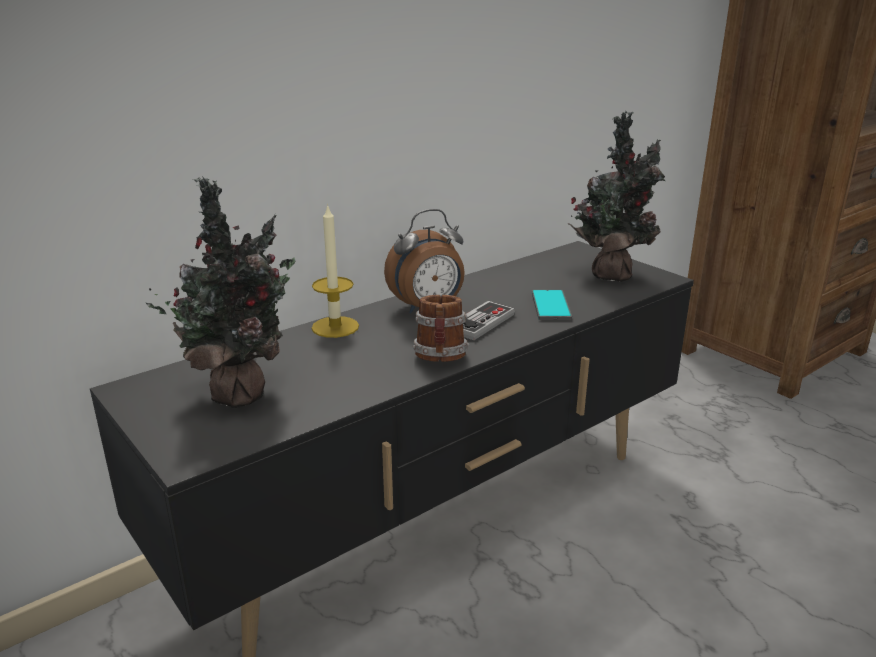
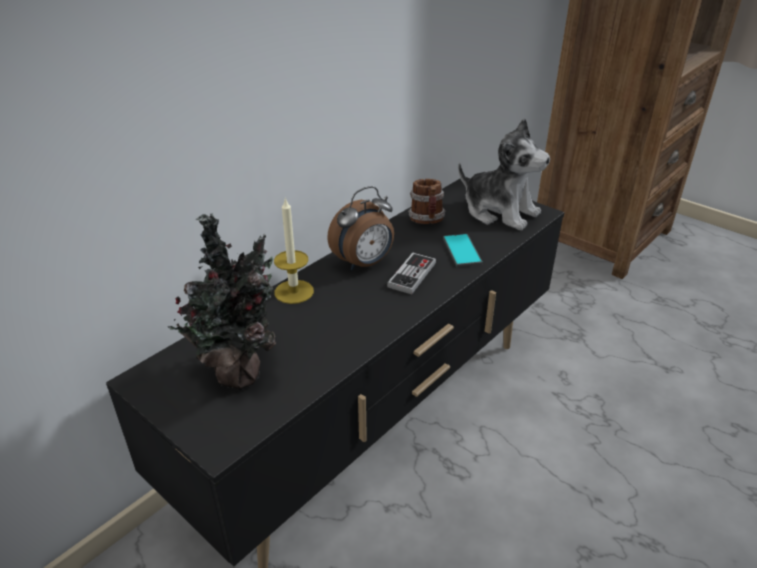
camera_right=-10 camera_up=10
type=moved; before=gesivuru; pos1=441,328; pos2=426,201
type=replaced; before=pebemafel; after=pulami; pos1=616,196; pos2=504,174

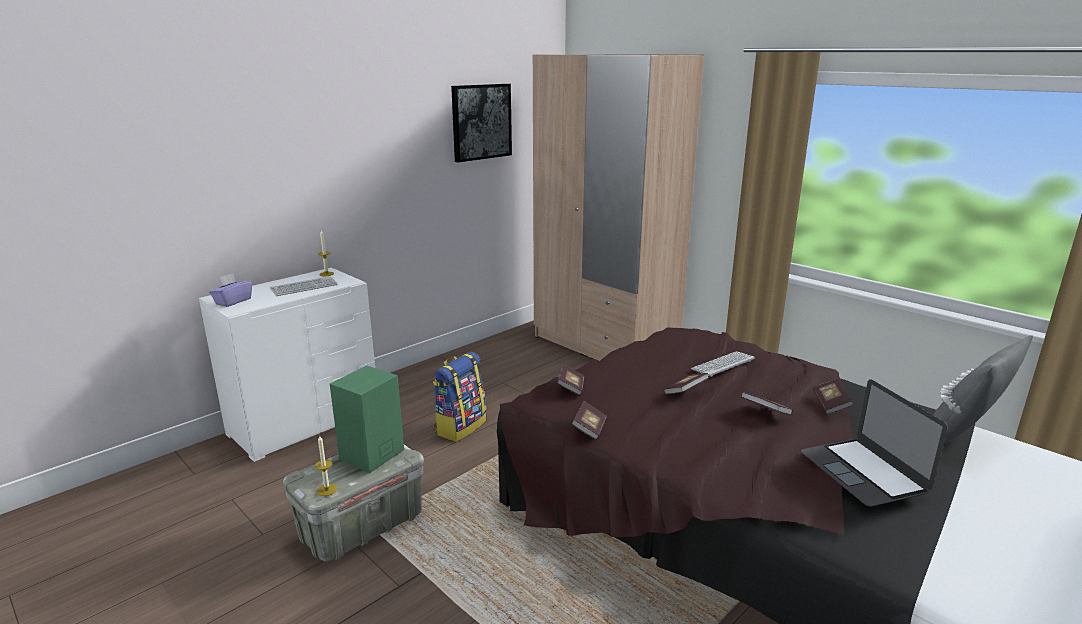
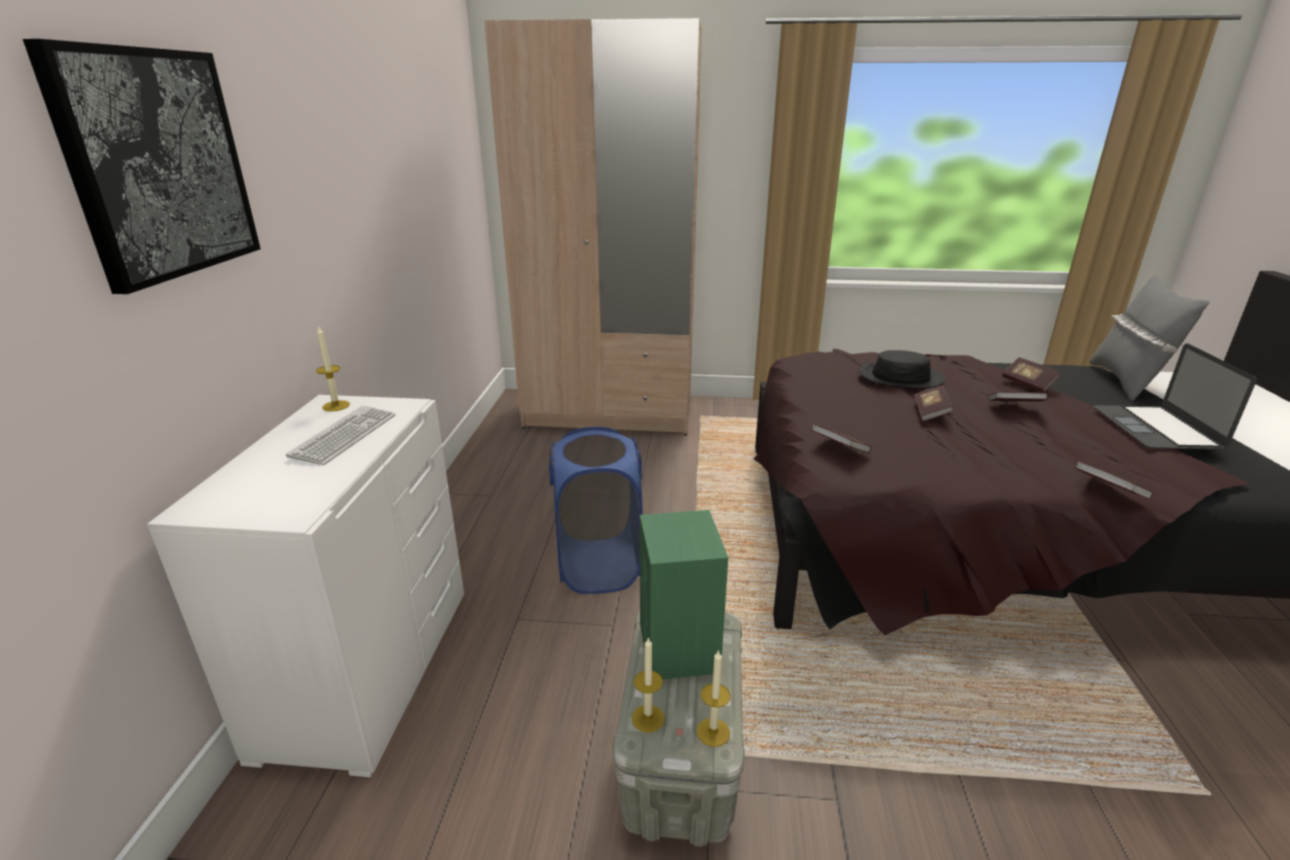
camera_right=-40 camera_up=5
type=removed; before=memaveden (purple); pos1=230,290
type=added; after=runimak; pos2=648,684
type=moved; before=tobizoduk; pos1=481,123; pos2=142,166
type=moved; before=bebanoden; pos1=589,420; pos2=1114,480
type=replaced; before=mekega; after=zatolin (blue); pos1=459,397; pos2=596,510
type=replaced; before=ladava; after=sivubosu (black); pos1=723,364; pos2=901,369
type=turned; before=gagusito; pos1=874,443; pos2=1175,396; turn=60

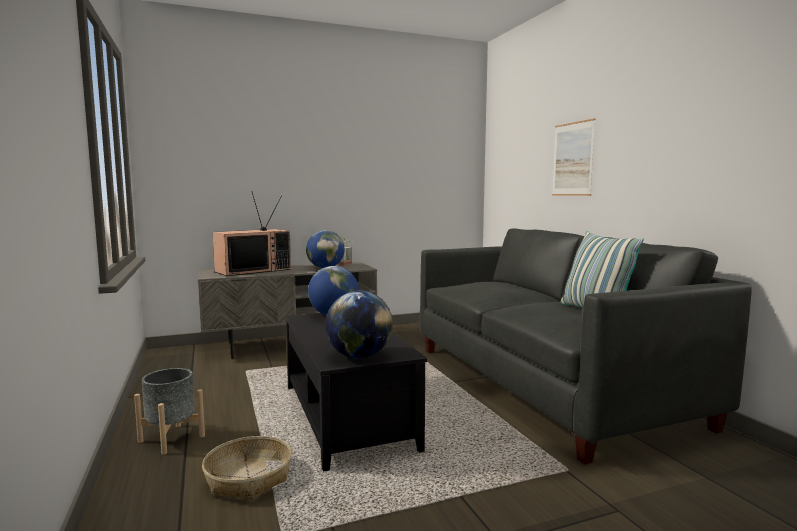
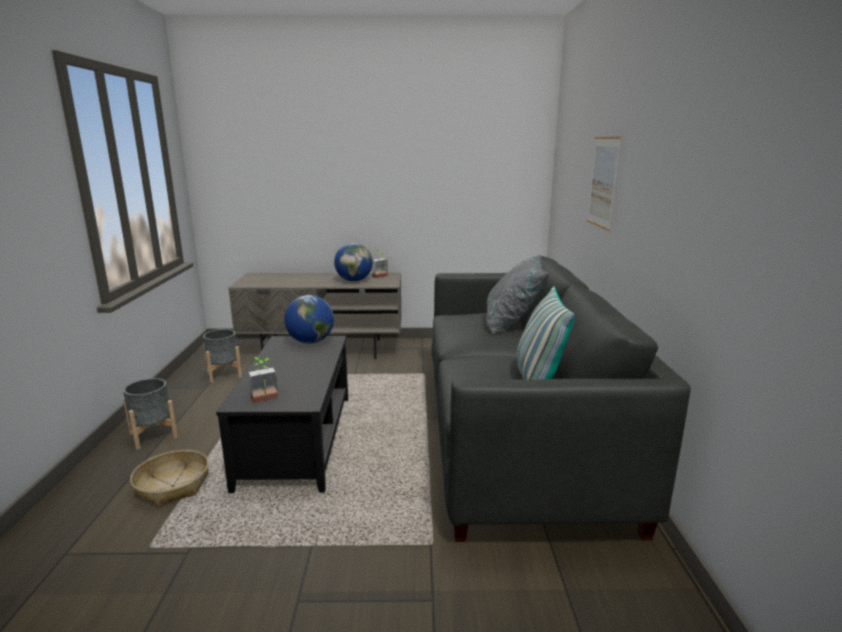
camera_right=20 camera_up=10
type=removed; before=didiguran; pos1=252,233
type=added; after=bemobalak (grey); pos2=222,356
type=added; after=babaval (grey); pos2=518,293
type=replaced; before=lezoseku; after=pebemafel; pos1=359,325; pos2=263,380

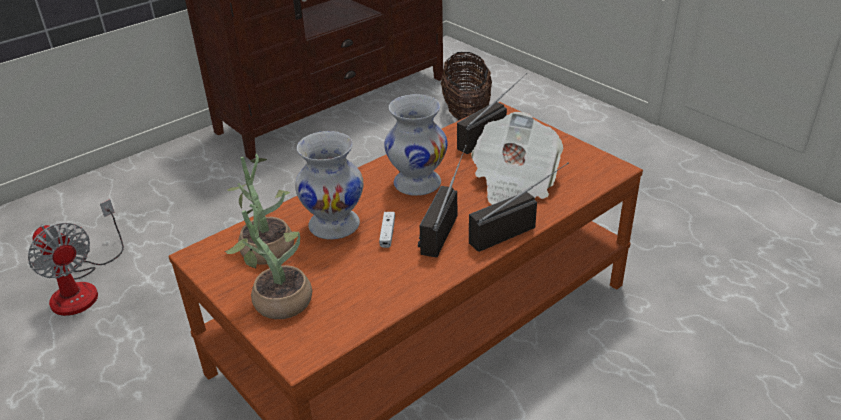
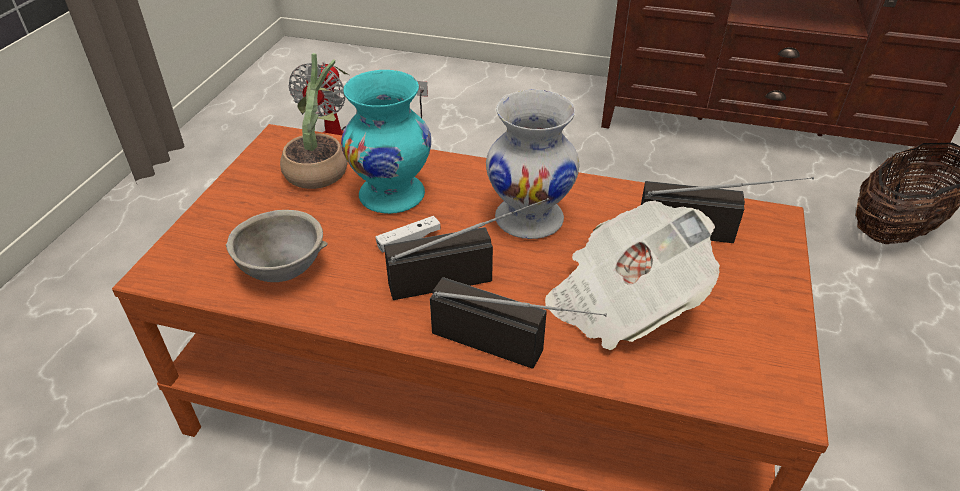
camera_right=55 camera_up=5
type=removed; before=pebemafel; pos1=268,261
type=added; after=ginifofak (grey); pos2=277,246
type=recoloured; before=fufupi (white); after=fufupi (turquoise); pos1=329,185; pos2=386,142

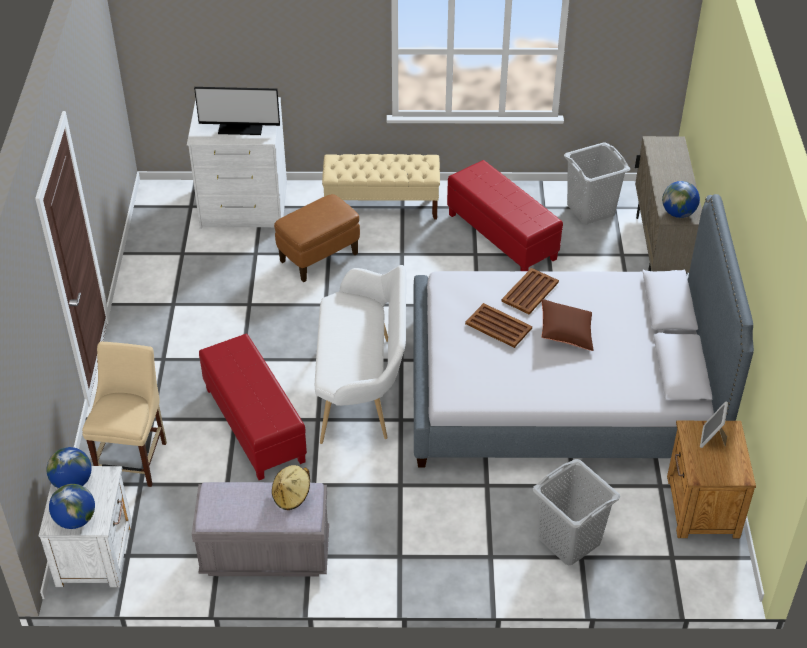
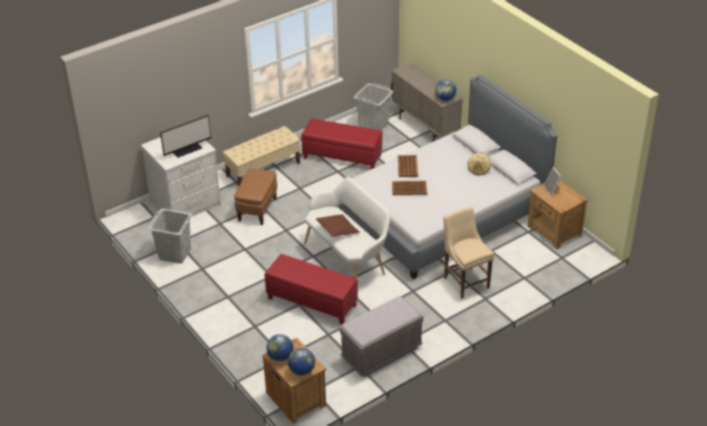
camera_right=-35 camera_up=-5
type=moved; before=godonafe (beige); pos1=124,414; pos2=468,253
type=moved; before=sivubosu (beige); pos1=291,487; pos2=479,163
type=moved; before=zatolin (grey); pos1=576,512; pos2=170,235
type=moved; before=babaval (brown); pos1=567,325; pos2=338,225
type=recoloured; before=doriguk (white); after=doriguk (brown); pos1=85,526; pos2=294,381

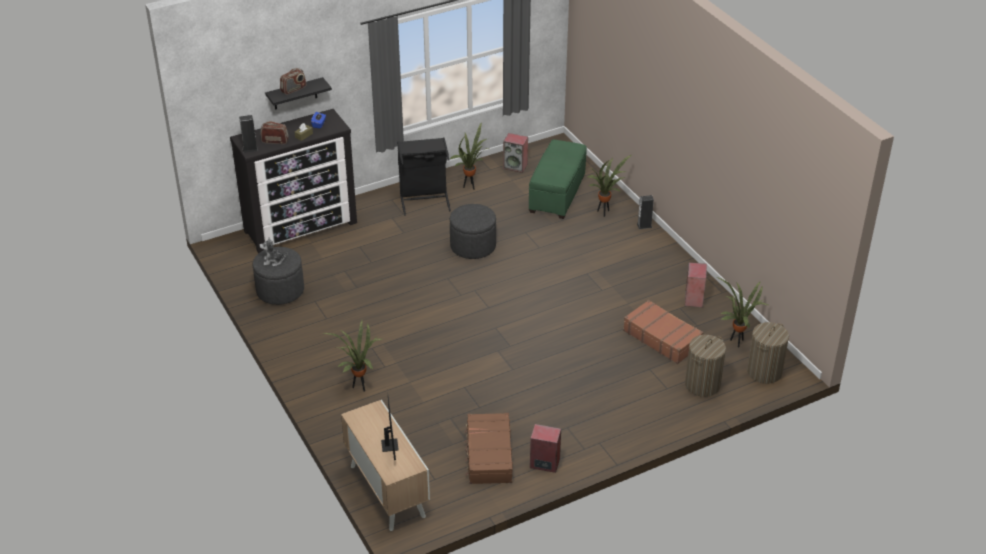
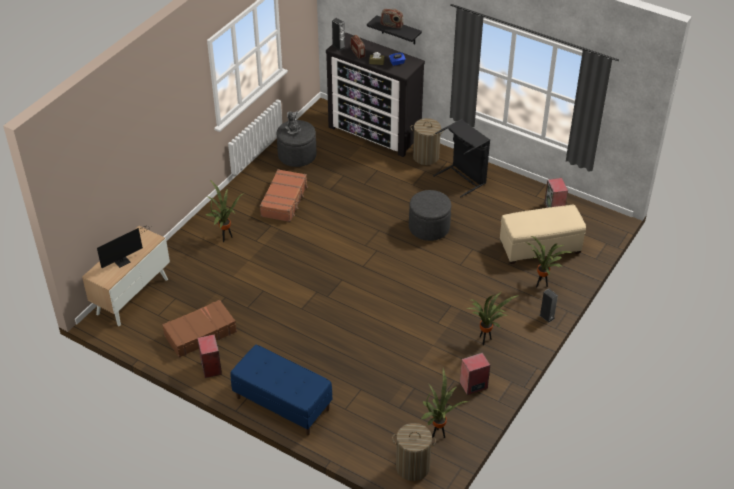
camera_right=60 camera_up=5
type=added; after=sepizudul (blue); pos2=281,390
type=moved; before=pebemafel; pos1=470,156; pos2=493,318
type=moved; before=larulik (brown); pos1=663,332; pos2=284,195
type=moved; before=zatolin; pos1=705,366; pos2=427,141
type=recoloured; before=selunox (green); after=selunox (beige); pos1=558,179; pos2=543,234

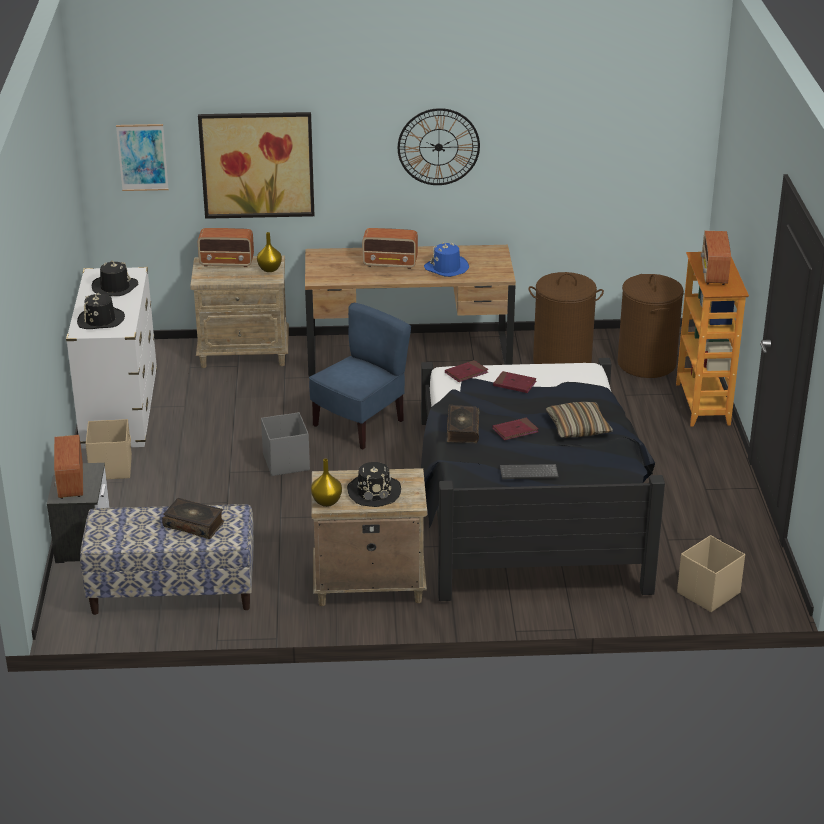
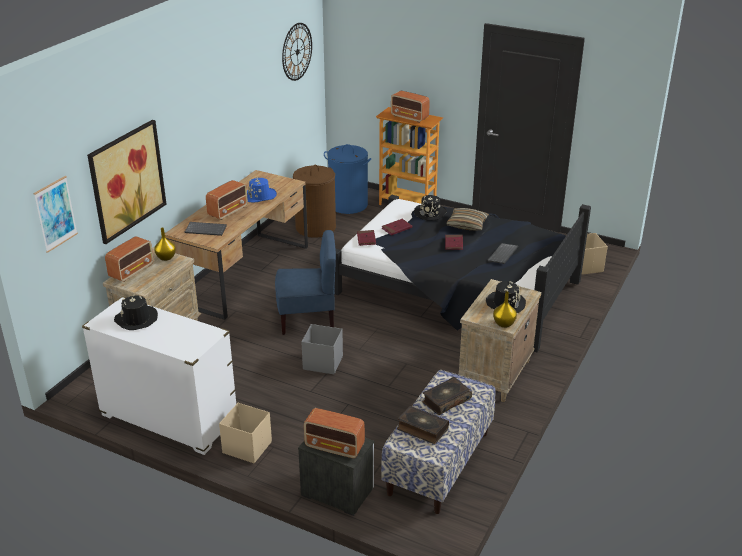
camera_right=-60 camera_up=0
type=added; after=ladava; pos2=206,229
type=moved; before=sivubosu (black); pos1=101,311; pos2=430,207
type=moved; before=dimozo; pos1=439,146; pos2=297,52
type=moved; before=bebanoden; pos1=463,424; pos2=423,425
type=recoloured; before=zatolin (brown); after=zatolin (blue); pos1=651,326; pos2=347,179
type=turned; before=godonafe (blue); pos1=360,376; pos2=305,282; turn=105

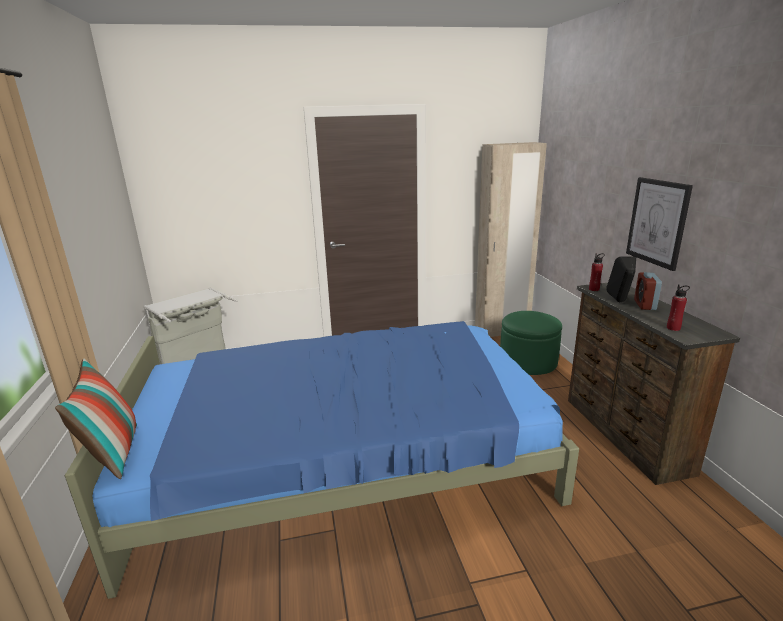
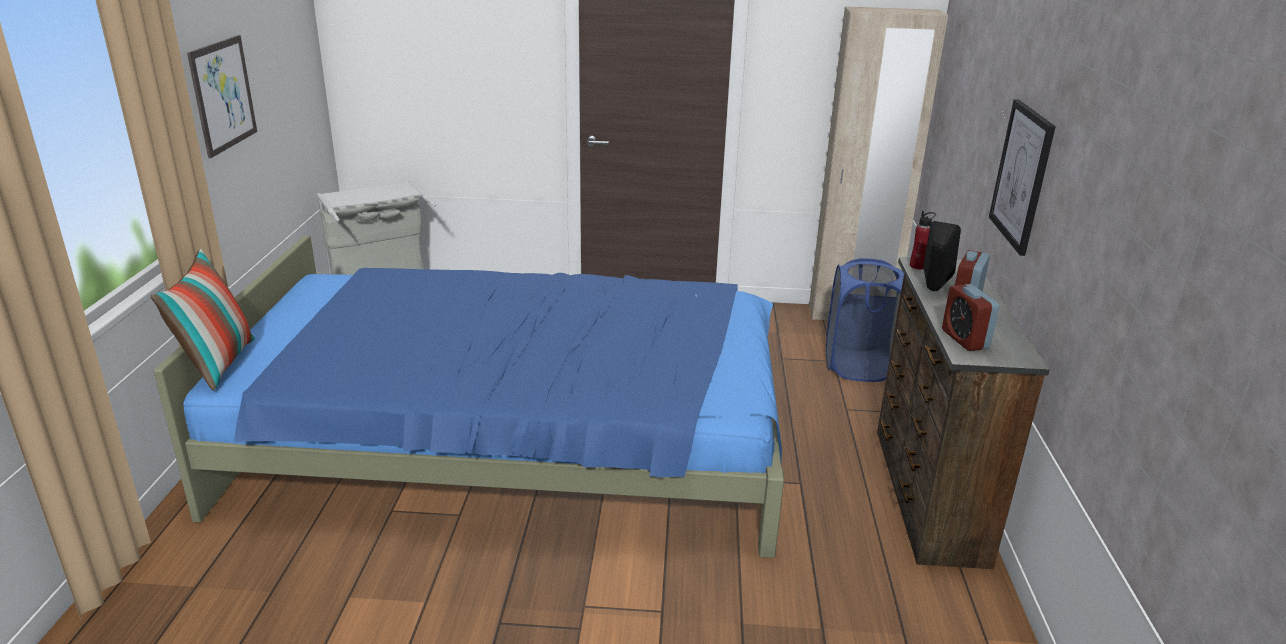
camera_right=15 camera_up=5
type=added; after=tobizoduk; pos2=222,96
type=replaced; before=selunox (green); after=zatolin (blue); pos1=531,343; pos2=865,320
type=replaced; before=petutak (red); after=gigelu; pos1=678,307; pos2=970,317

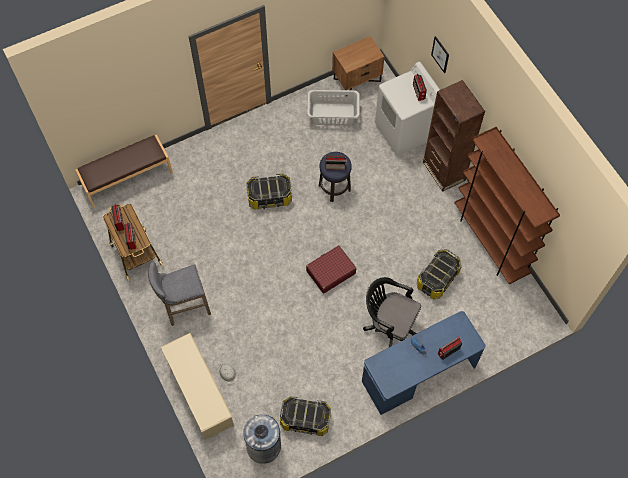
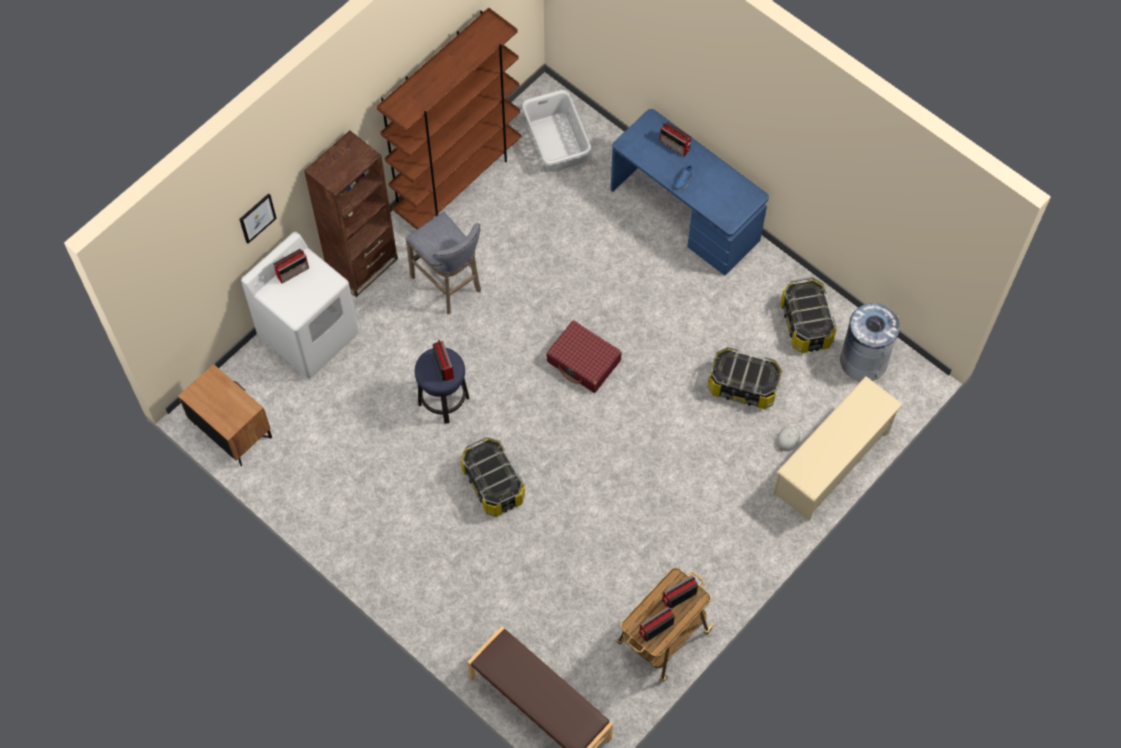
camera_right=-110 camera_up=0
type=removed; before=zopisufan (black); pos1=392,312
type=moved; before=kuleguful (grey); pos1=179,293; pos2=443,263
type=moved; before=zatolin (grey); pos1=333,107; pos2=556,131
type=moved; before=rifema; pos1=439,274; pos2=745,378

